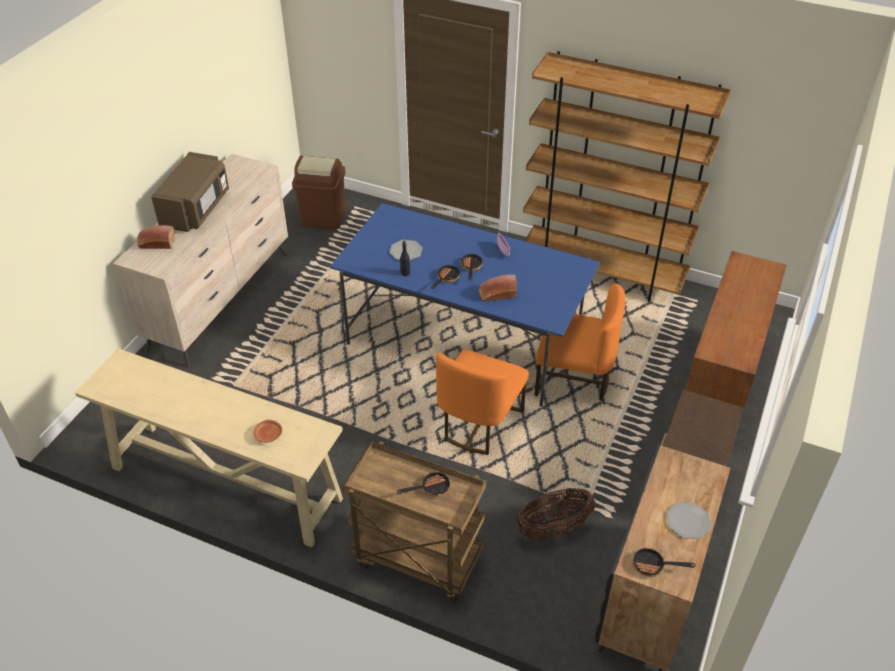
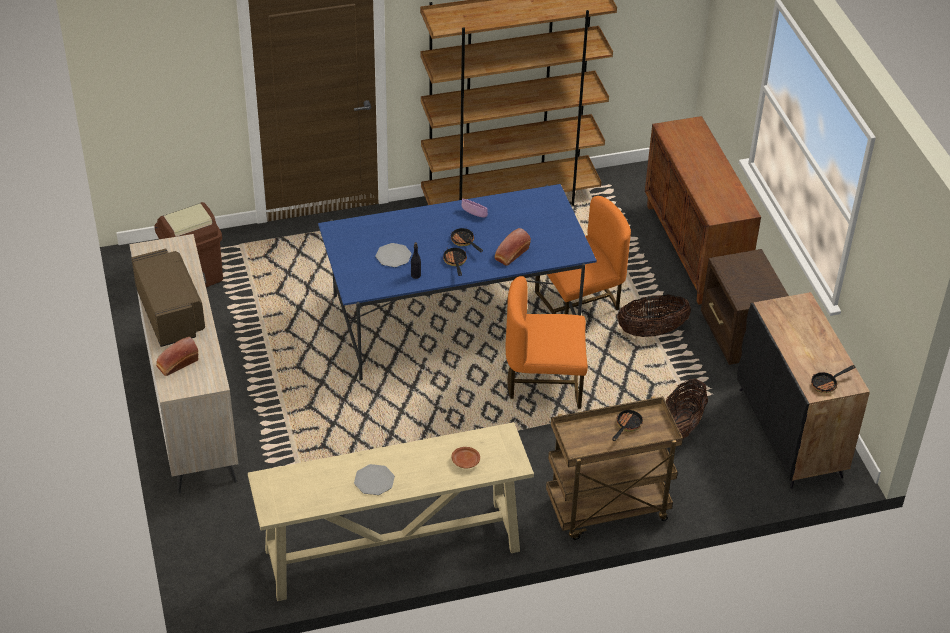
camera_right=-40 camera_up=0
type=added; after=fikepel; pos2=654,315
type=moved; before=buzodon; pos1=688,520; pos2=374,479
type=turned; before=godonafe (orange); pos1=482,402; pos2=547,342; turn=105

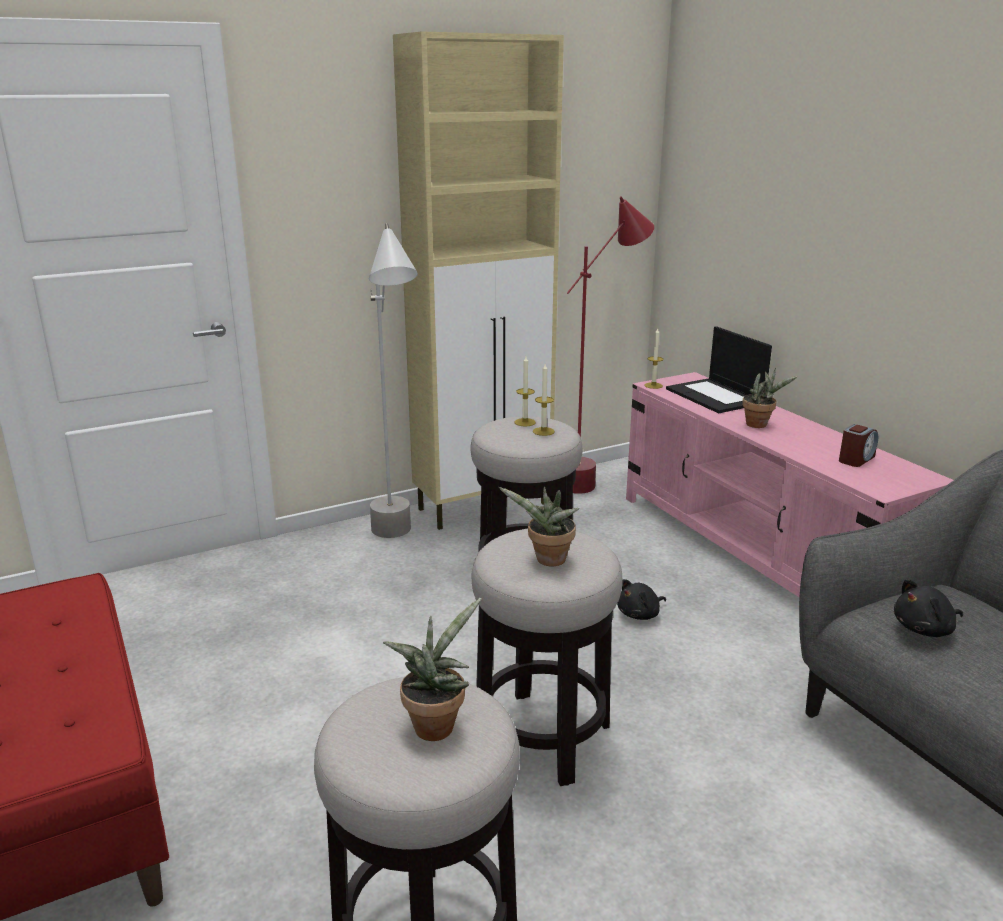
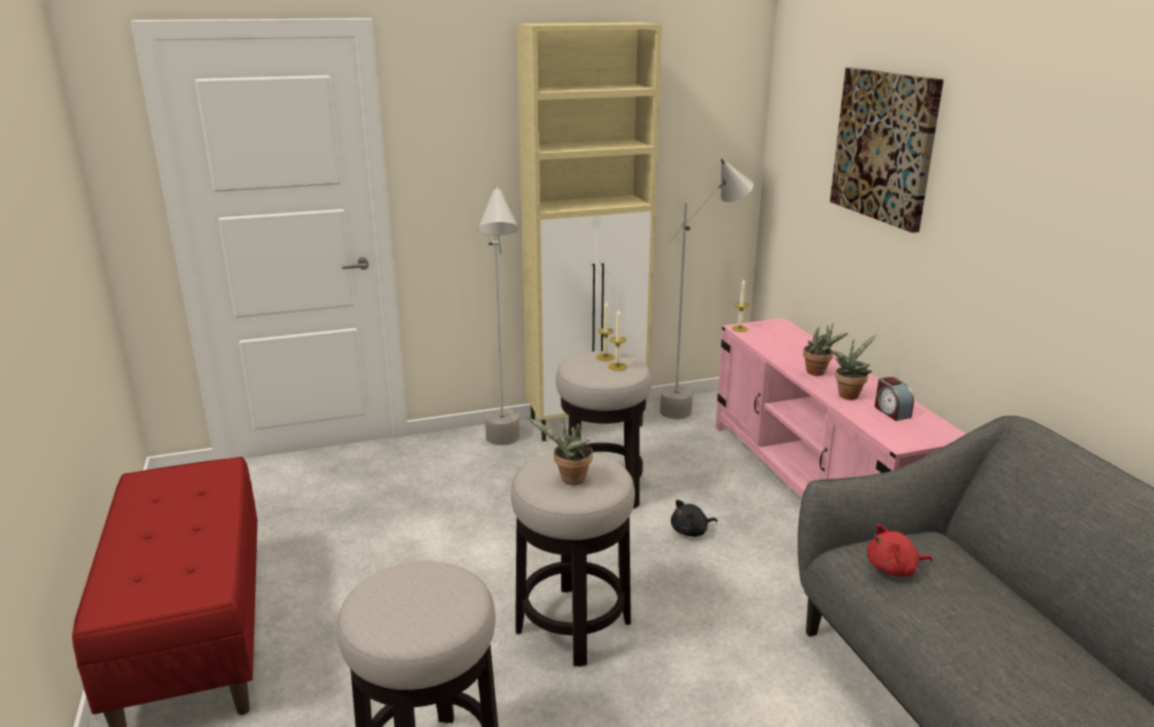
camera_right=10 camera_up=0
type=removed; before=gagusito; pos1=719,369
type=added; after=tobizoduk; pos2=887,150
type=moved; before=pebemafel; pos1=432,669; pos2=853,367
type=recoloured; before=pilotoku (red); after=pilotoku (grey); pos1=610,345; pos2=706,289
type=recoloured; before=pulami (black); after=pulami (red); pos1=928,608; pos2=900,550
type=turned; before=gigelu; pos1=858,445; pos2=894,399; turn=105

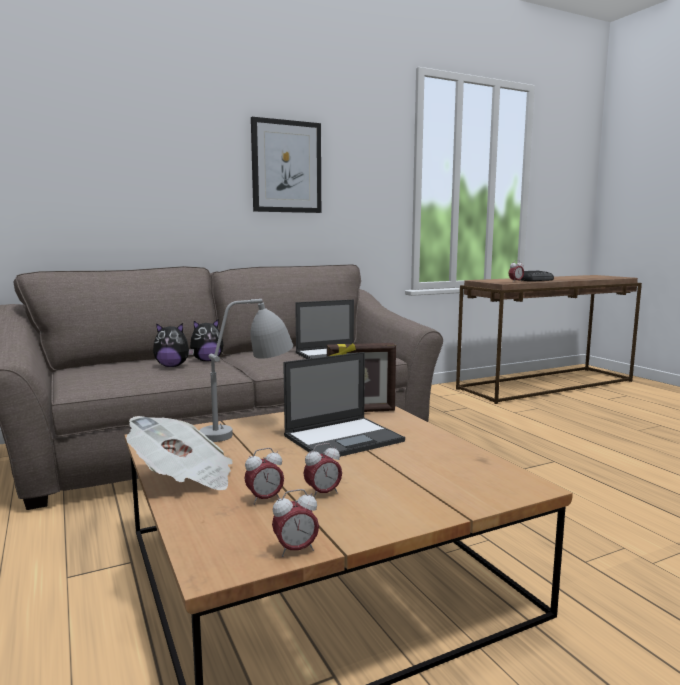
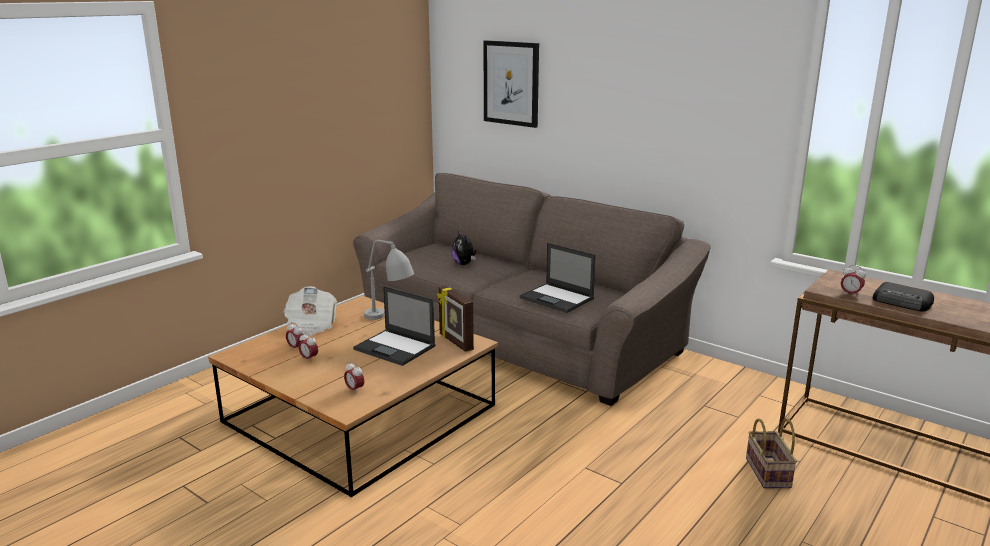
camera_right=65 camera_up=10
type=removed; before=pulami; pos1=207,340
type=added; after=fikepel; pos2=771,453
type=moved; before=tobizoduk; pos1=286,165; pos2=511,84
type=moved; before=gigelu; pos1=295,523; pos2=354,378

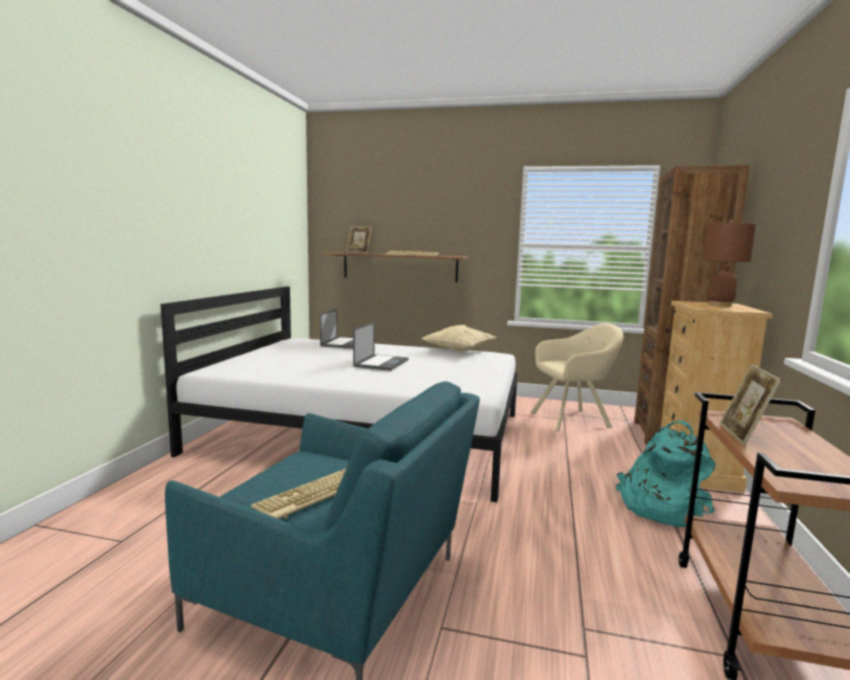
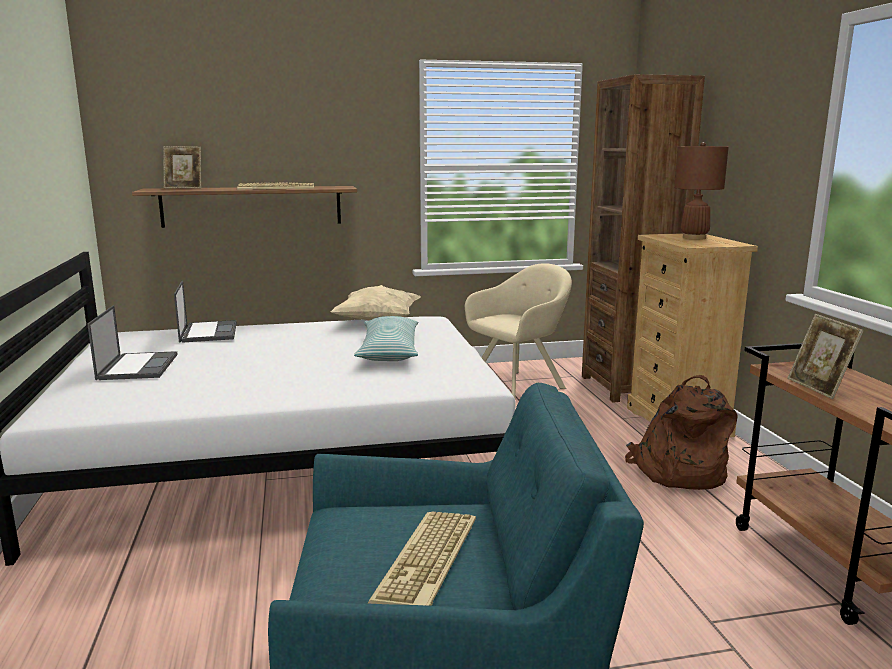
camera_right=-25 camera_up=5
type=added; after=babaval; pos2=386,338
type=moved; before=gagusito; pos1=381,346; pos2=132,342
type=recoloured; before=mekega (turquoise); after=mekega (brown); pos1=665,474; pos2=681,432

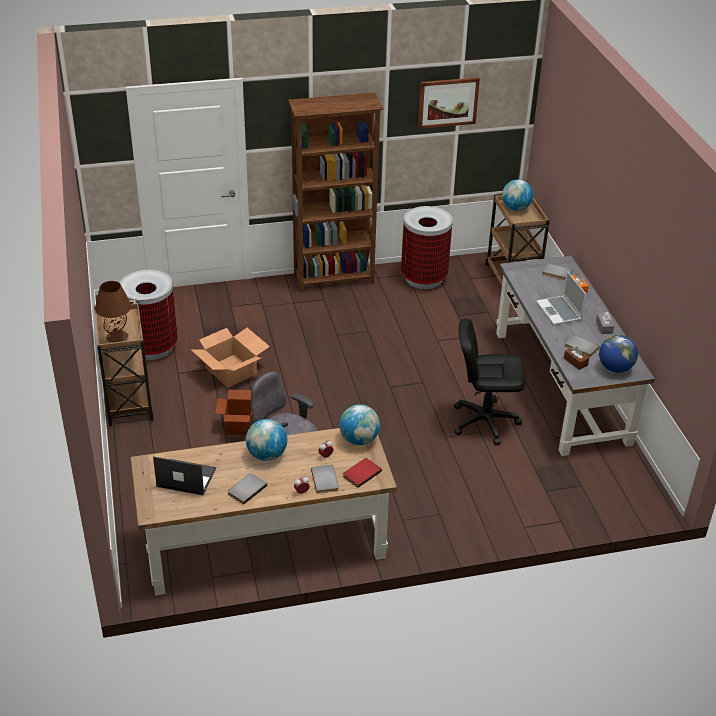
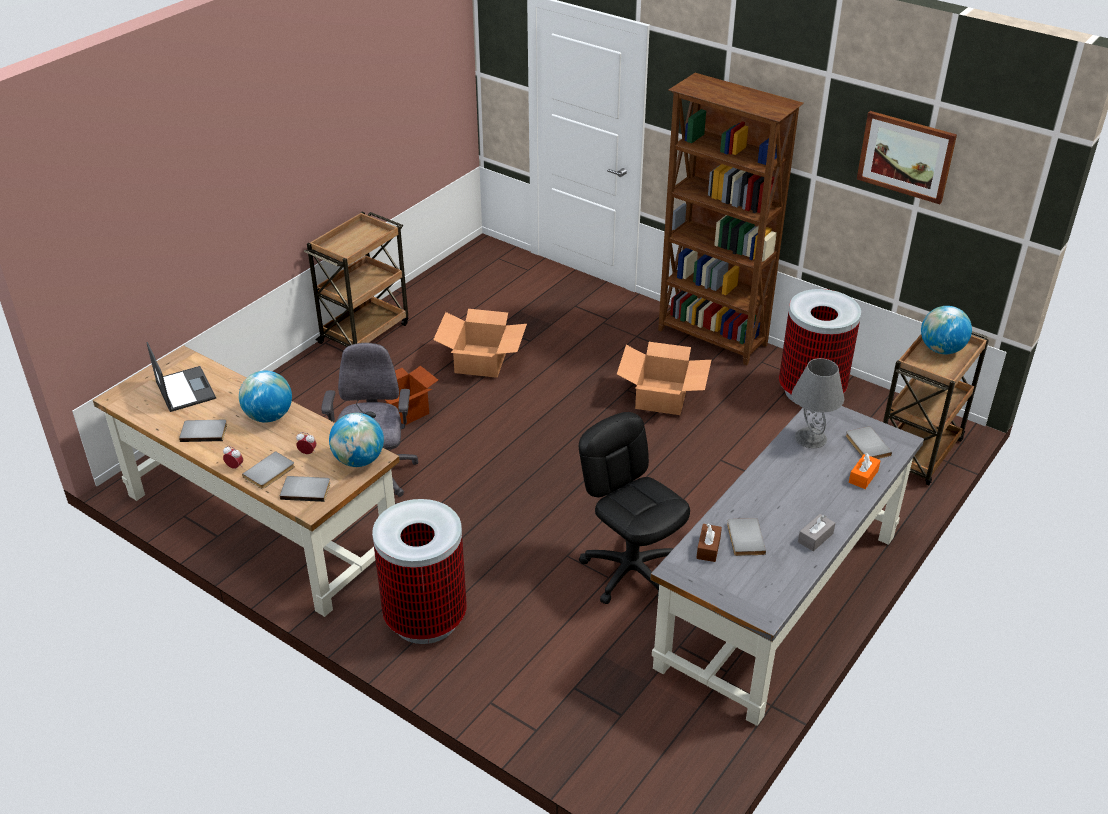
camera_right=50 camera_up=0
type=removed; before=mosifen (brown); pos1=113,312
type=removed; before=gagusito; pos1=561,298
type=removed; before=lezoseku; pos1=618,354
type=added; after=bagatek; pos2=664,378
type=added; after=mosifen (grey); pos2=818,403
type=moved; before=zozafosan; pos1=149,315; pos2=419,571
type=recoloured; before=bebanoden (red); after=bebanoden (grey); pos1=362,473; pos2=305,489

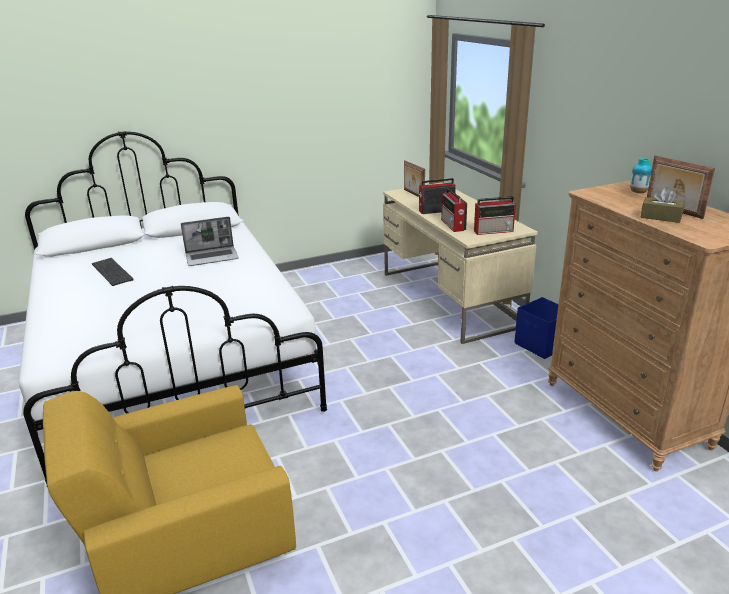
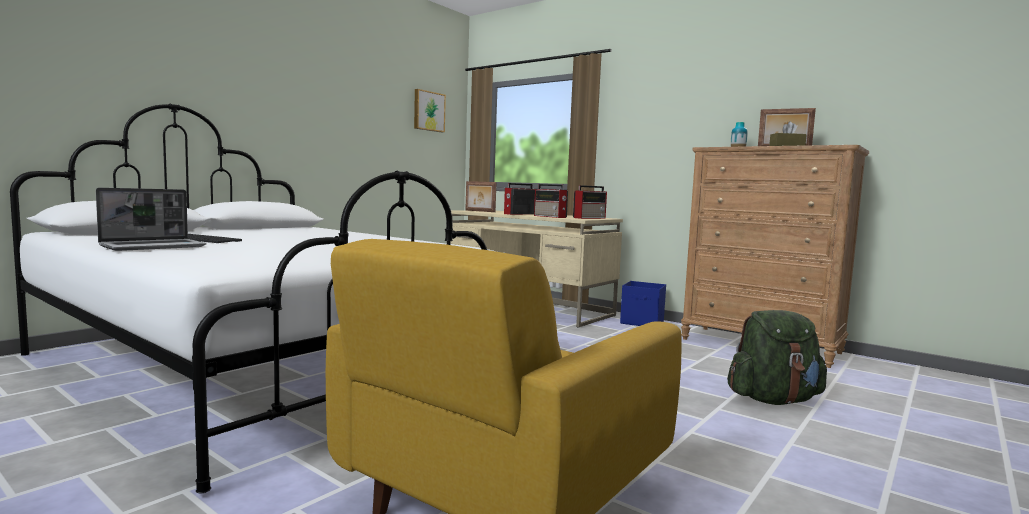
camera_right=-30 camera_up=-20
type=added; after=tobizoduk; pos2=430,110
type=added; after=mekega (green); pos2=777,357
type=moved; before=gagusito; pos1=210,241; pos2=151,219

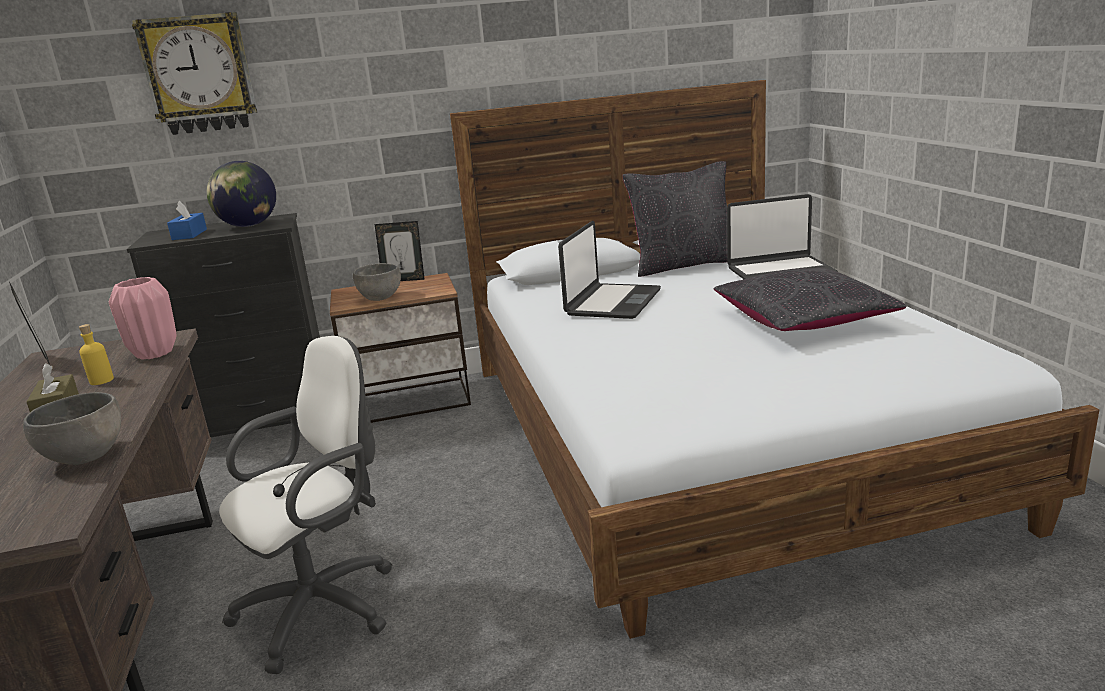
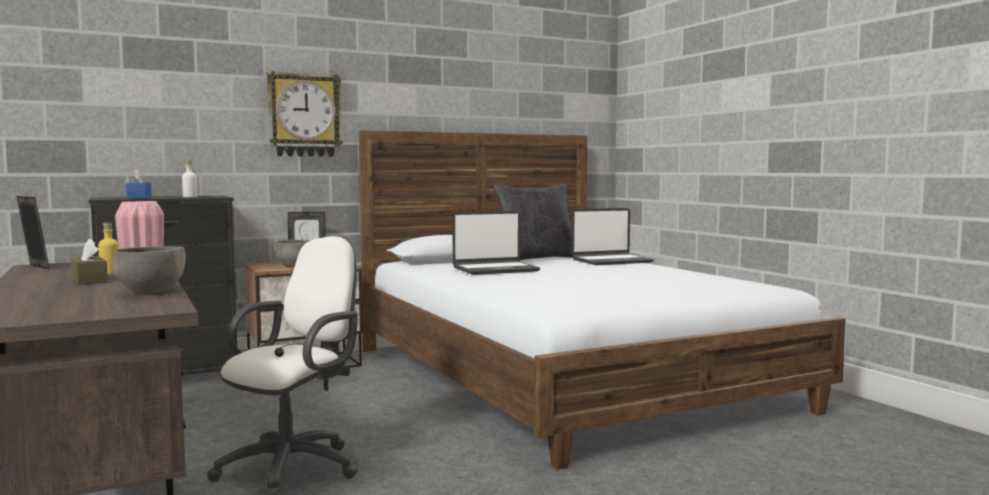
camera_right=-15 camera_up=-15
type=removed; before=babaval (black); pos1=810,299
type=moved; before=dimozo; pos1=194,73; pos2=305,114
type=replaced; before=lezoseku; after=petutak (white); pos1=241,194; pos2=189,179
type=turned; before=gagusito; pos1=609,270; pos2=496,243; turn=60

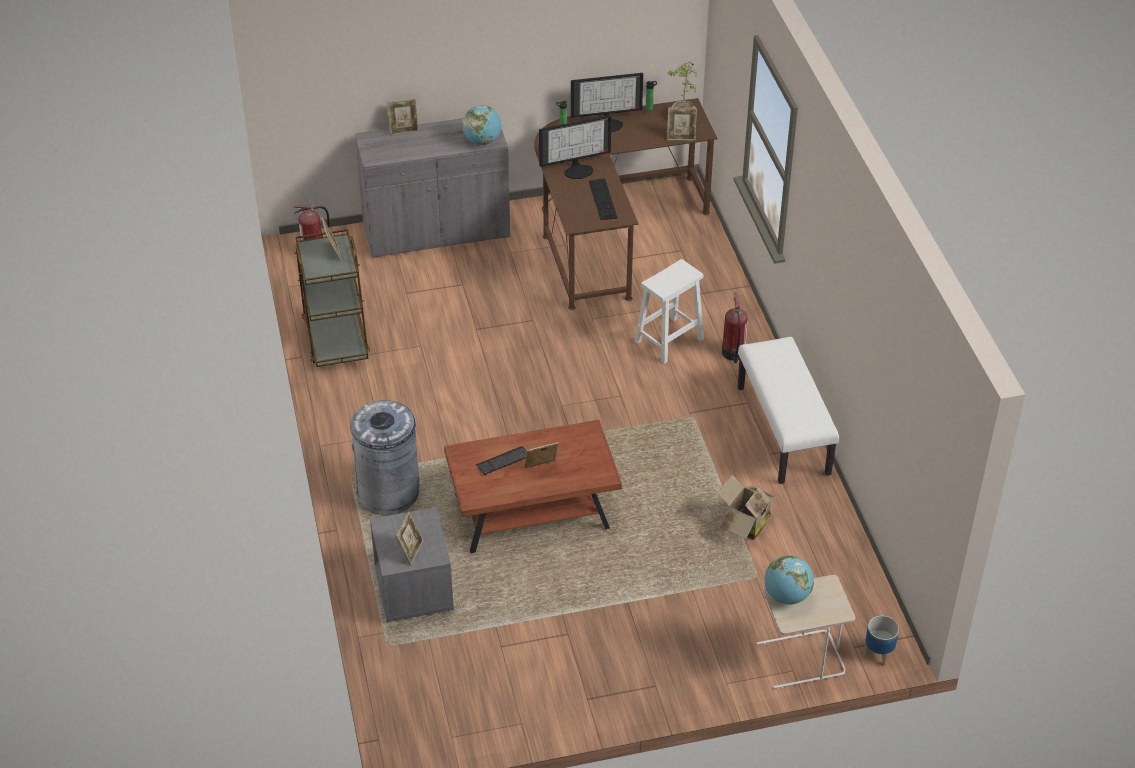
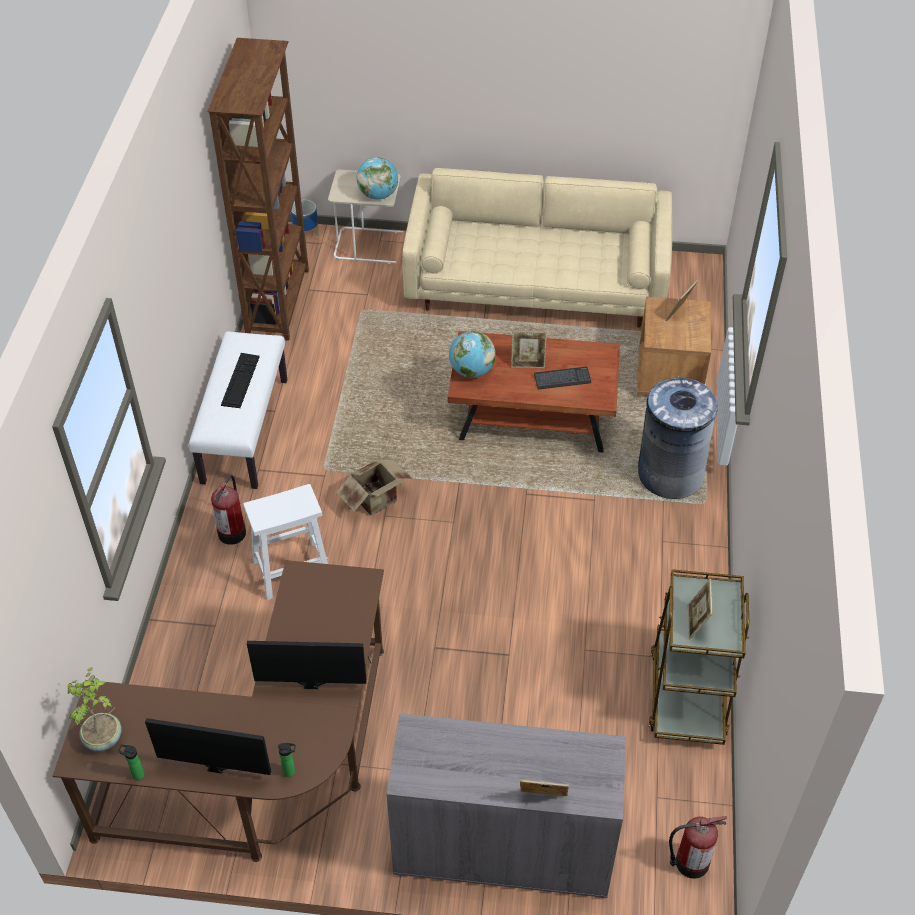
camera_right=-160 camera_up=5
type=removed; before=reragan; pos1=682,124
type=added; after=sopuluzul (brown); pos2=258,189
type=added; after=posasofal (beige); pos2=537,248
type=moved; before=lezoseku; pos1=481,125; pos2=472,354
type=moved; before=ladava; pos1=603,199; pos2=240,380
type=moved; before=bagatek; pos1=747,507; pos2=374,488
type=recoloured; before=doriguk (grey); after=doriguk (brown); pos1=412,564; pos2=674,346

